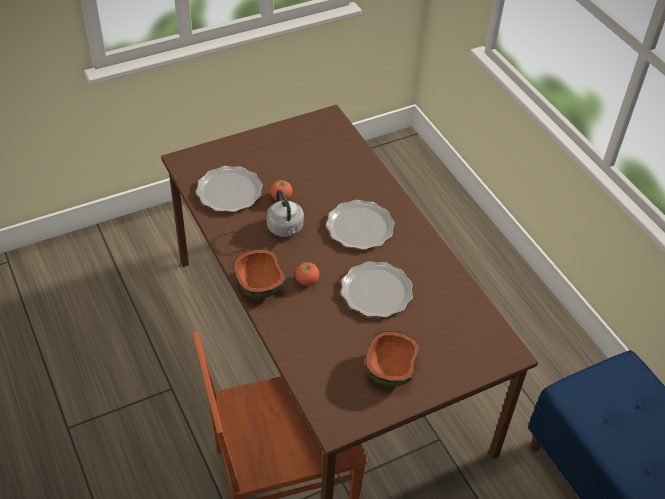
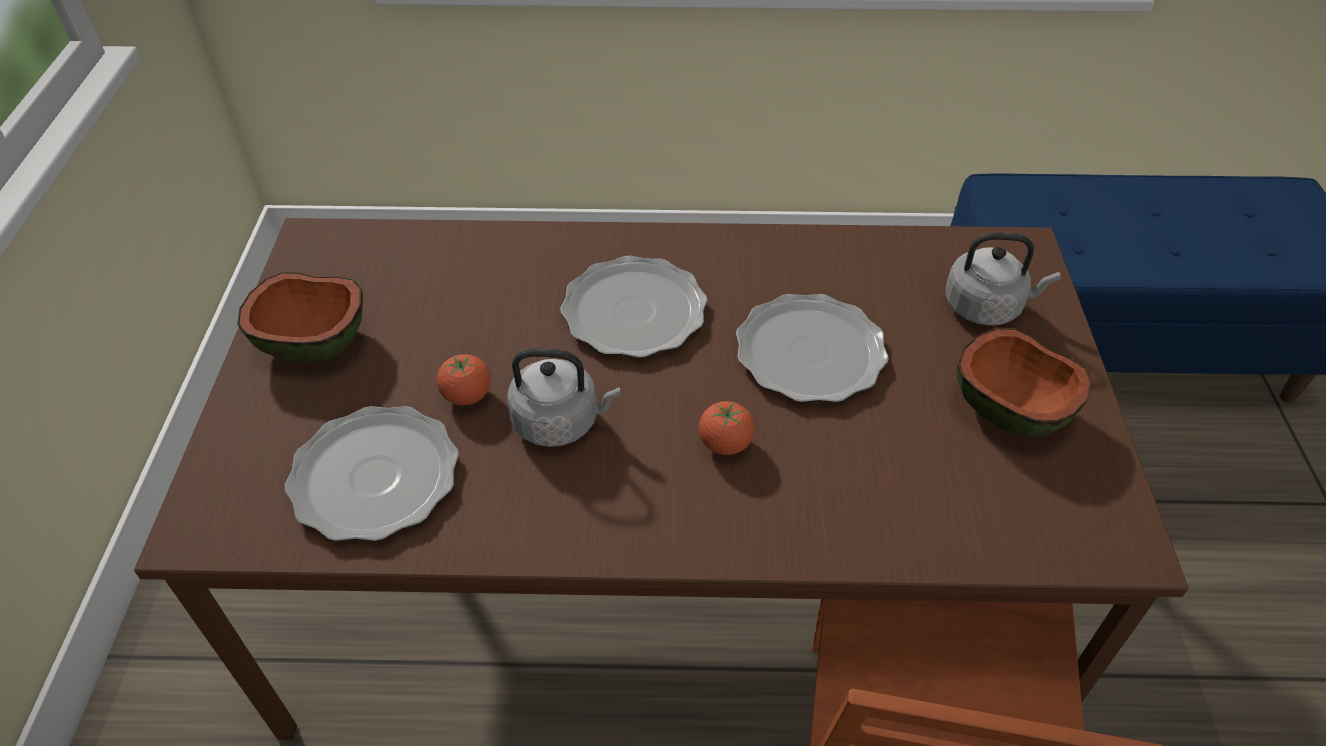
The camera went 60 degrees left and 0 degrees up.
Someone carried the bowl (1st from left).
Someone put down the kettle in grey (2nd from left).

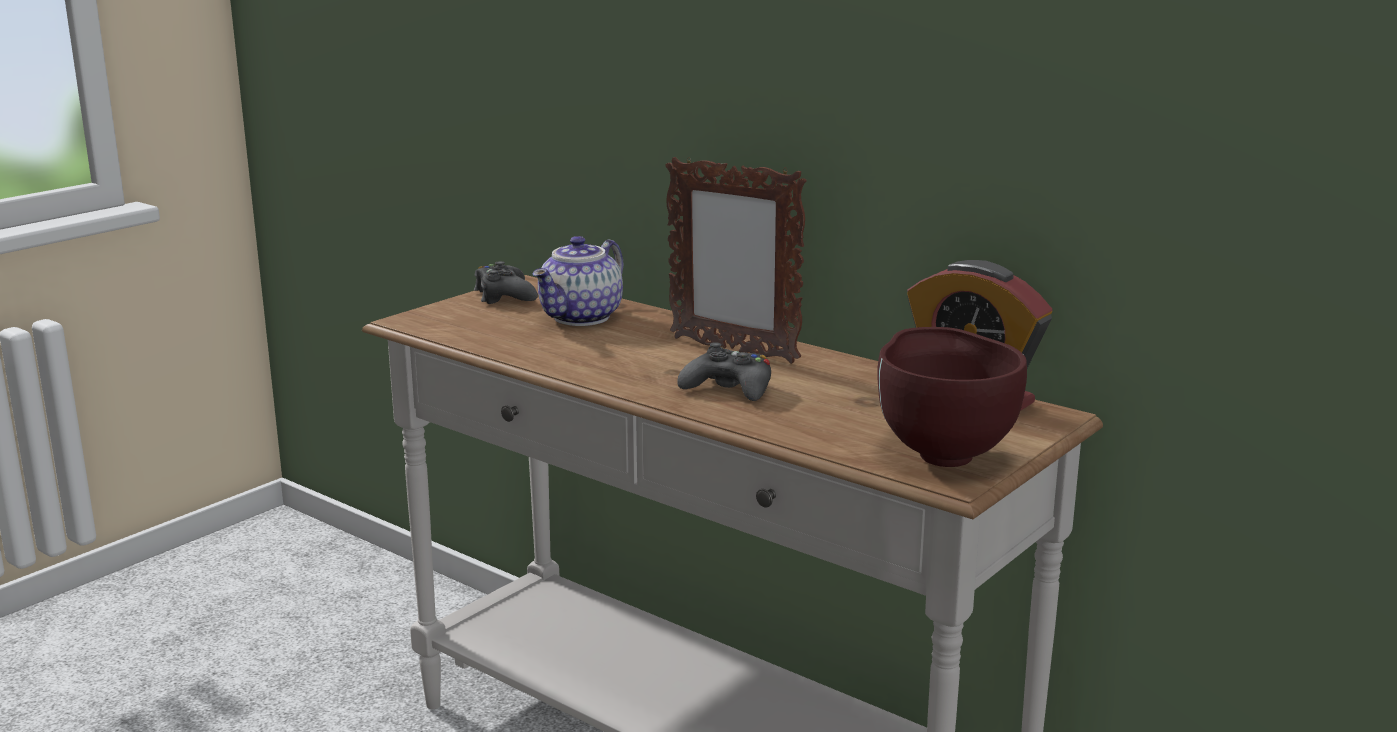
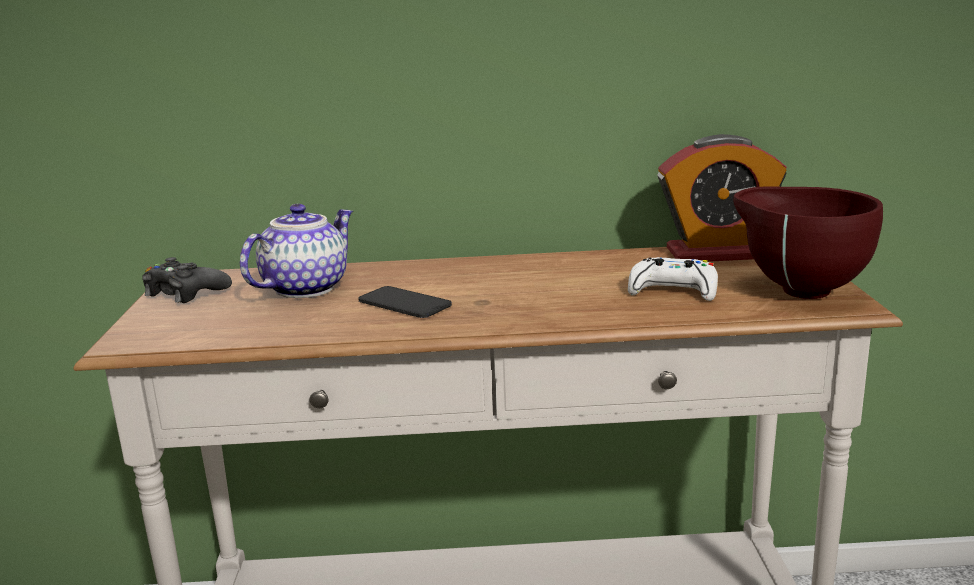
The camera went 40 degrees left and 0 degrees up.
Someone took away the photo frame.
Someone rotated the teapot by 135 degrees counterclockwise.
Someone took away the joypad in blackish (2nd from left).
Someone put down the joypad in whitish.
Someone put down the phone.

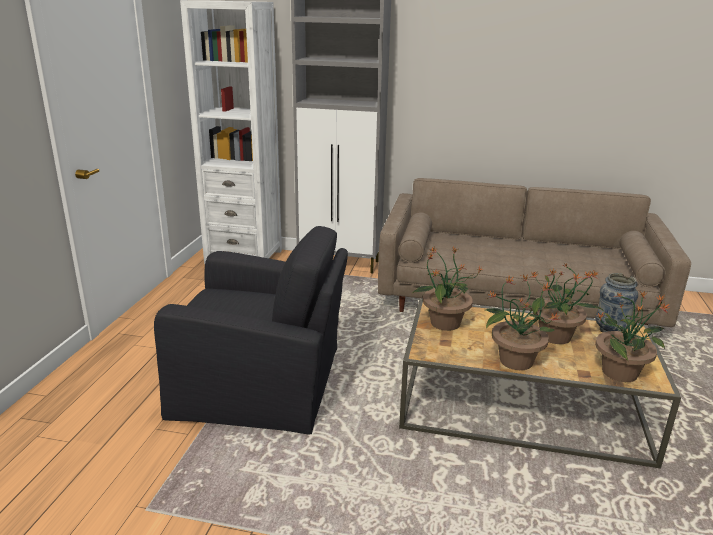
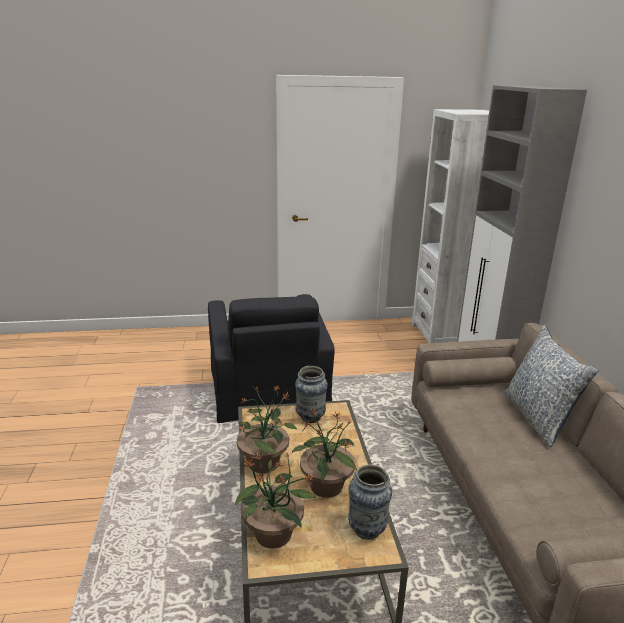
The camera went 70 degrees right and 0 degrees up.
Someone swapped the houseplant (1st from left) for the decorative vase (1st from left).
Someone put down the cushion.

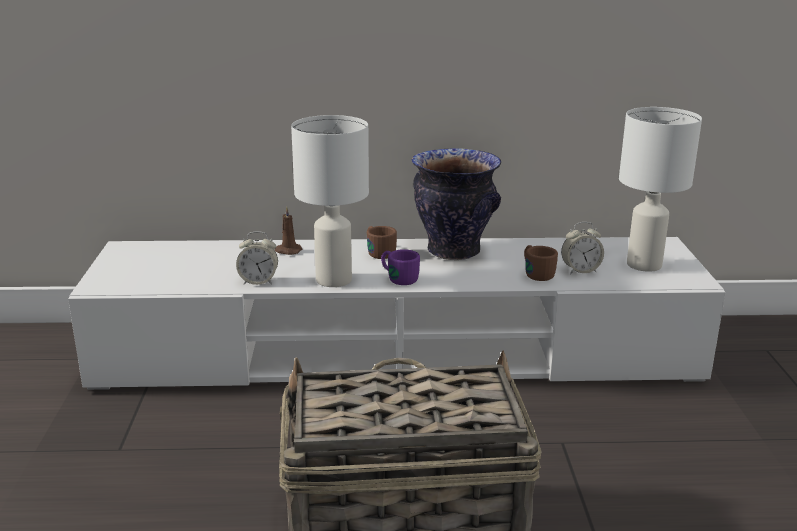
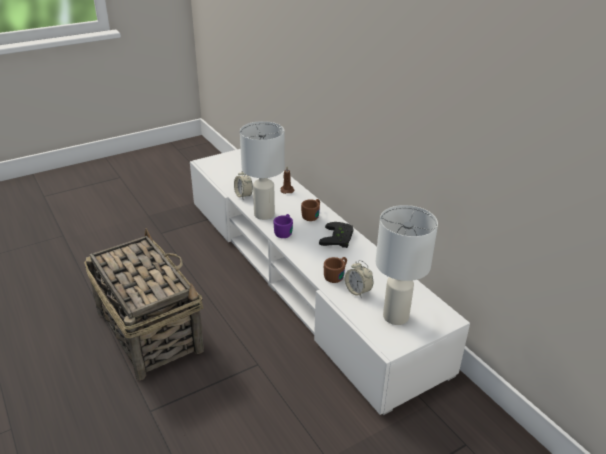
The camera went 60 degrees right and 10 degrees up.
Someone swapped the decorative vase for the joypad in blackish.

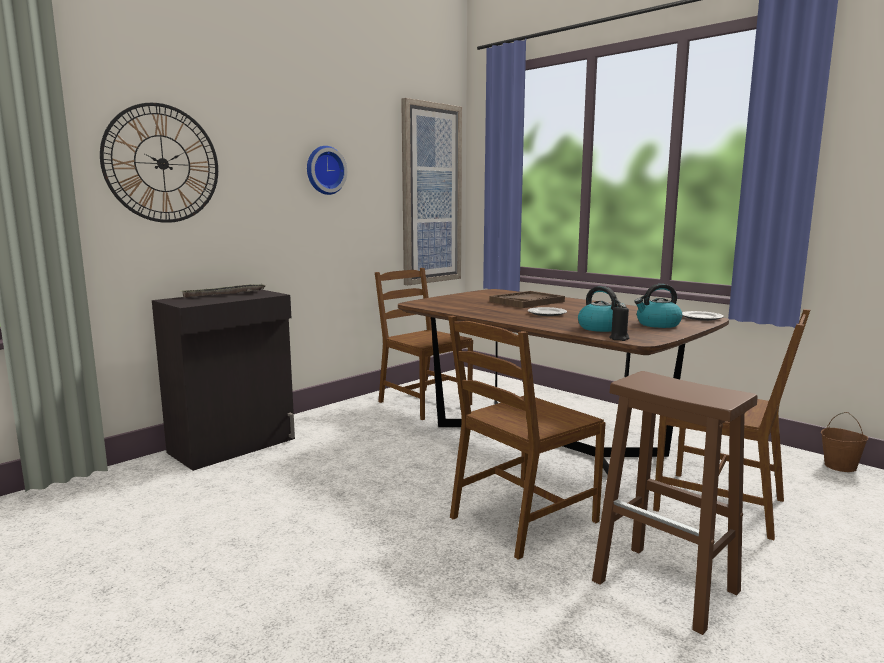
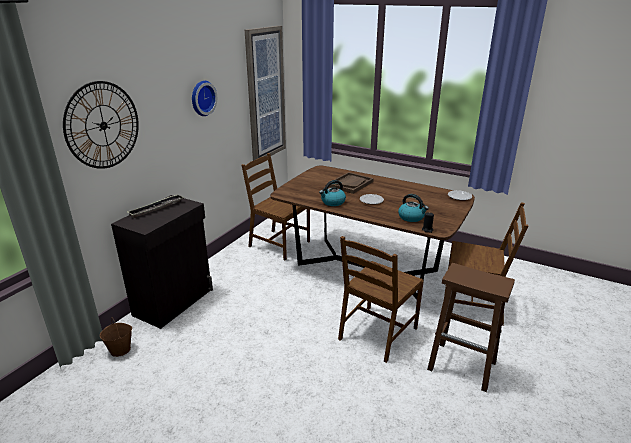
The camera went 15 degrees left and 15 degrees up.
Someone carried the kettle (2nd from left in the first image).
Someone carried the water bucket in brownish.

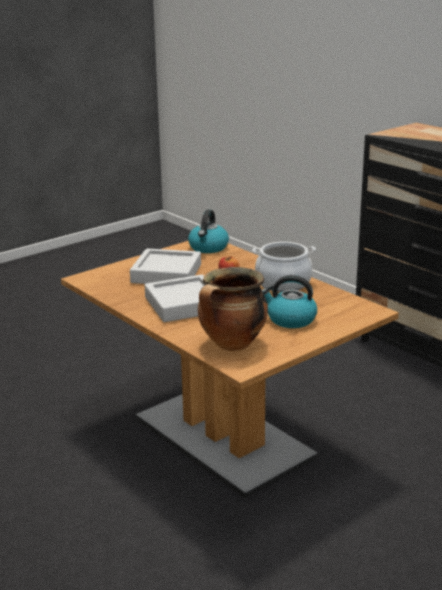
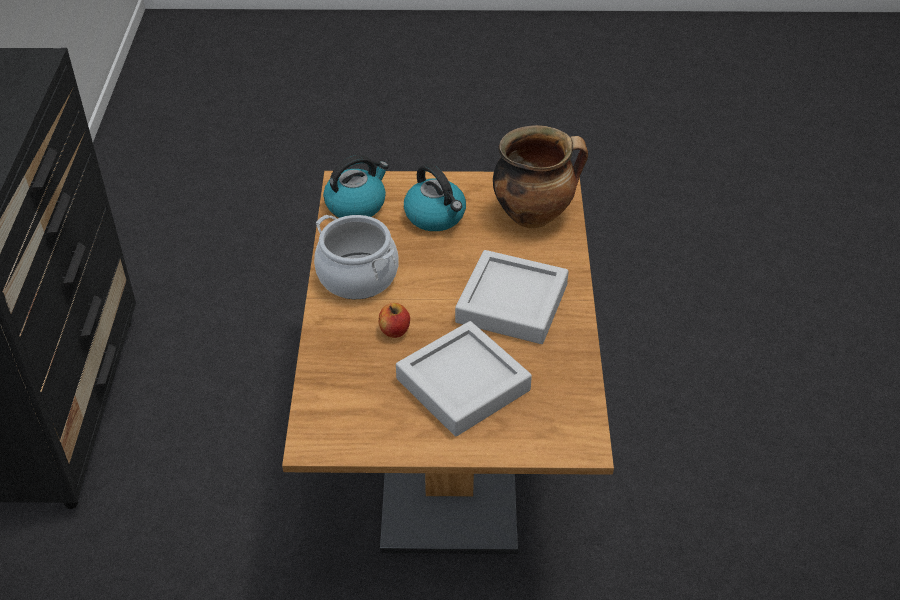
The camera went 140 degrees left and 20 degrees up.
Someone carried the kettle (1st from left).

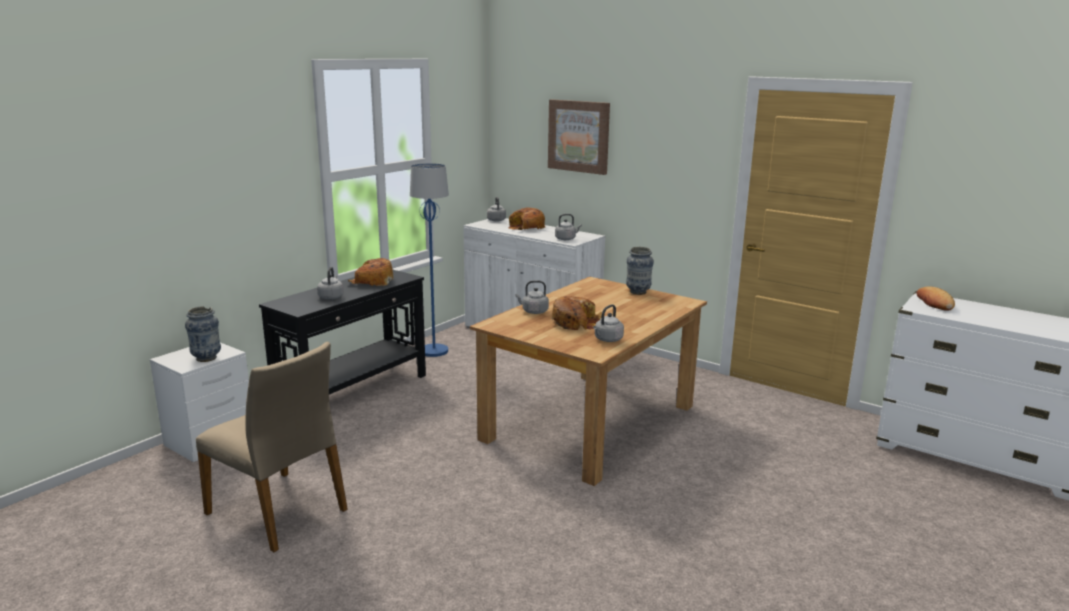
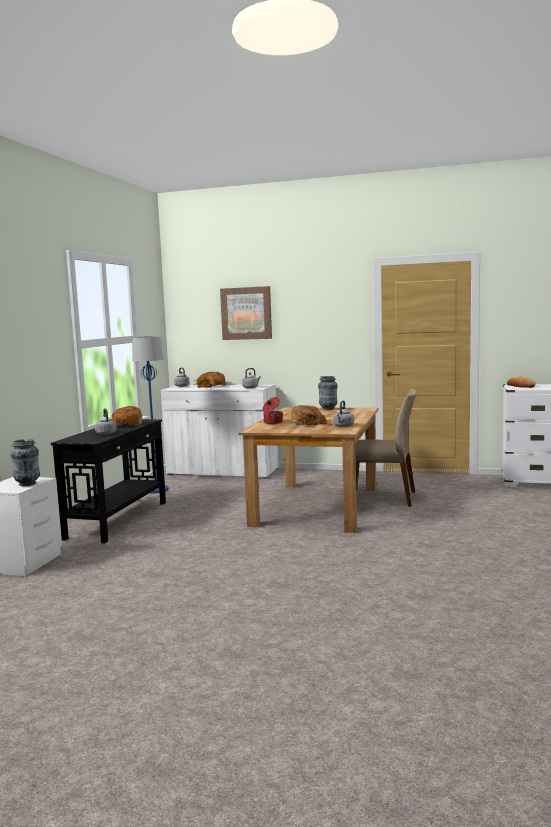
The camera went 20 degrees left and 10 degrees down.
Someone swapped the kettle in grey (3rd from left) for the saucepot.
Someone carried the plain chair in sand-coloured.

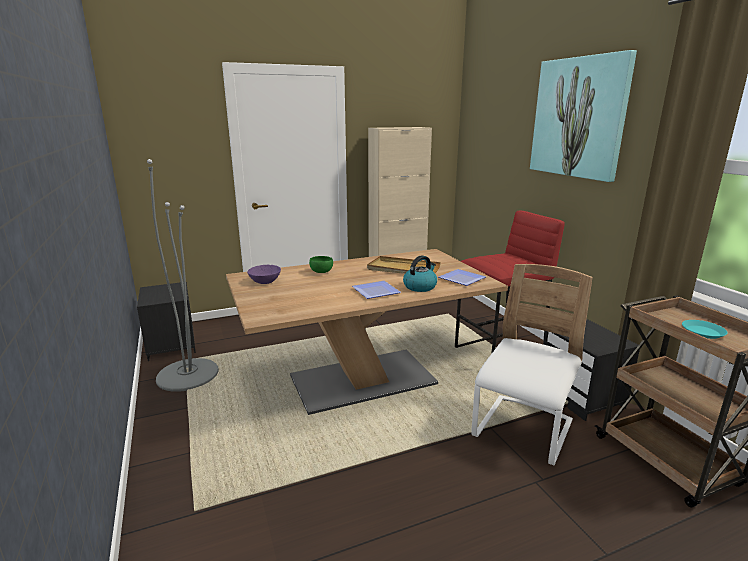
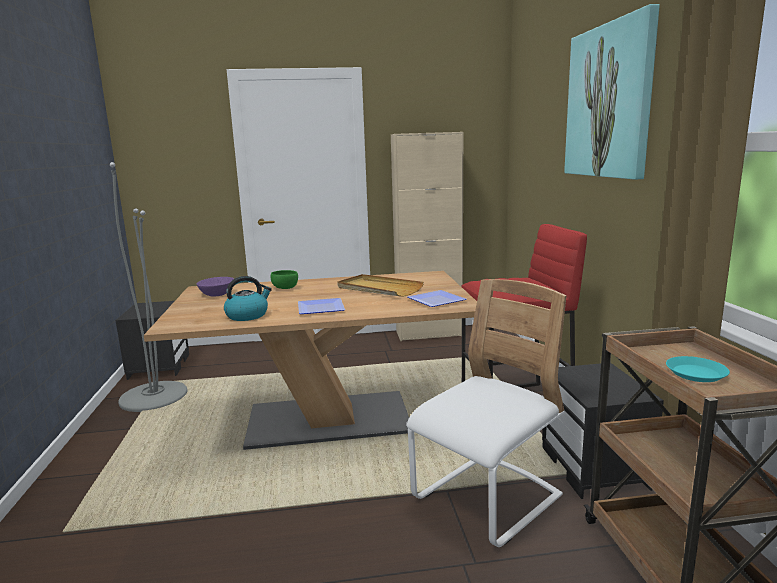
The camera went 15 degrees right and 5 degrees down.
Someone carried the kettle.

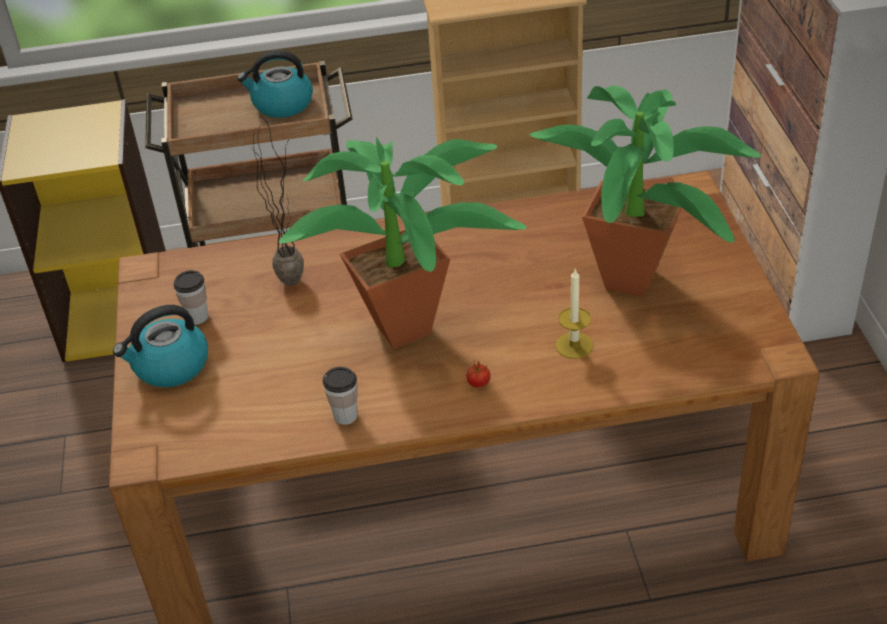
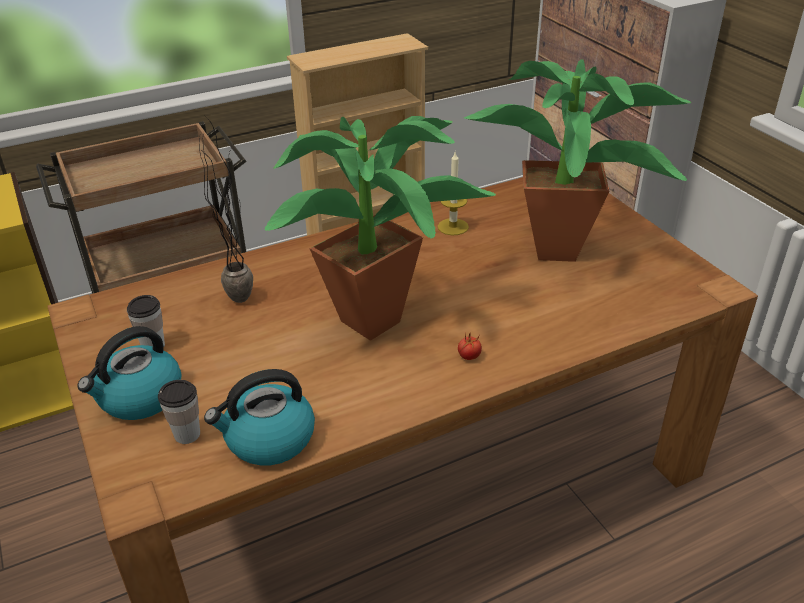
The camera went 20 degrees left and 5 degrees down.
Someone carried the kettle (2nd from left).
Someone carried the wax light.
Someone carried the small cup (2nd from left).

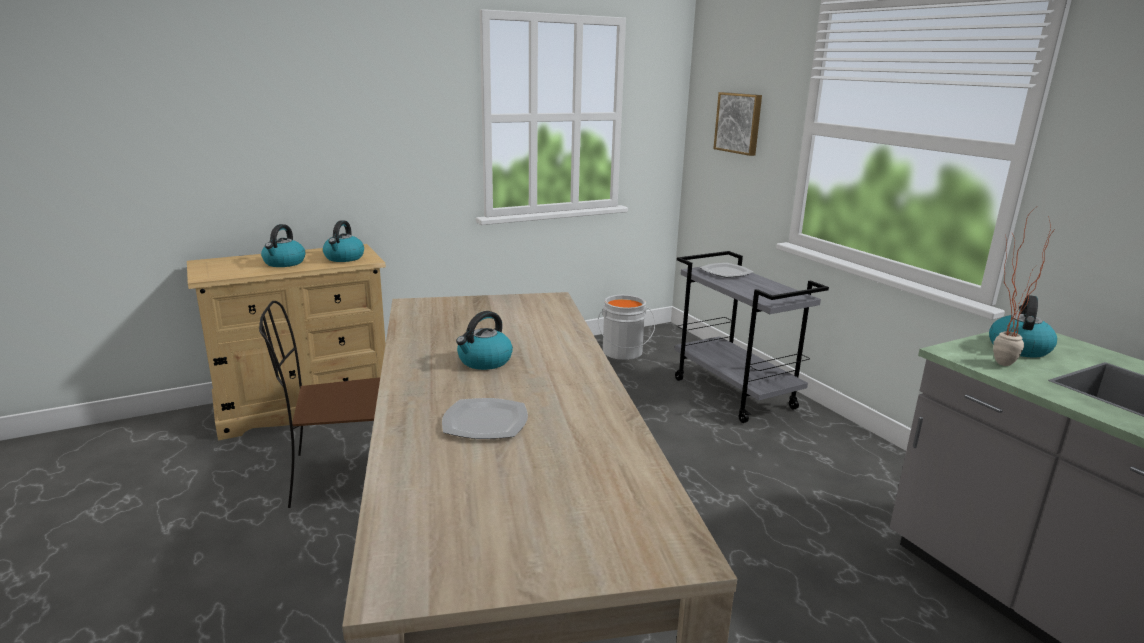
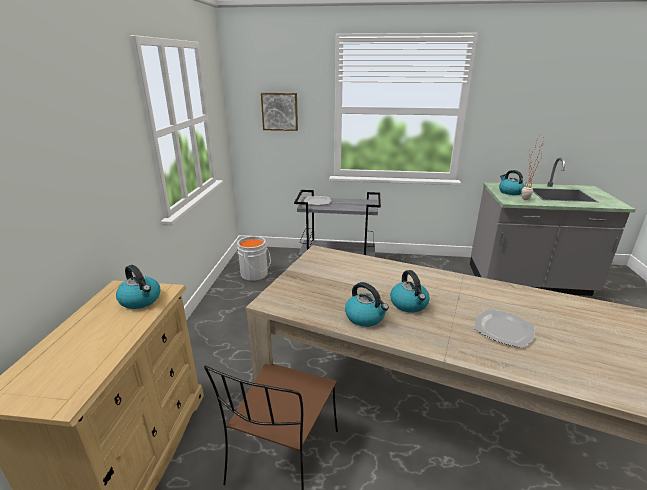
The camera went 55 degrees left and 5 degrees up.
Someone carried the kettle (1st from left in the first image).

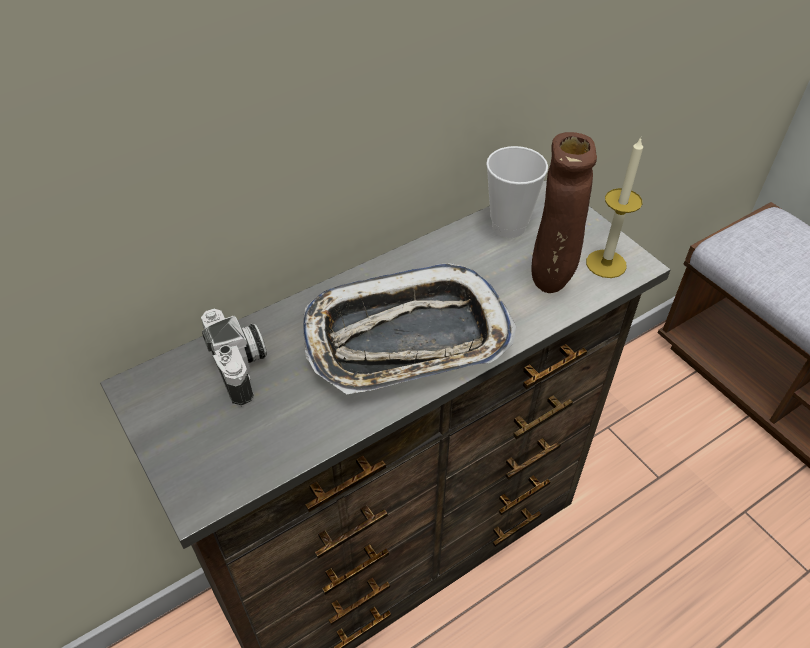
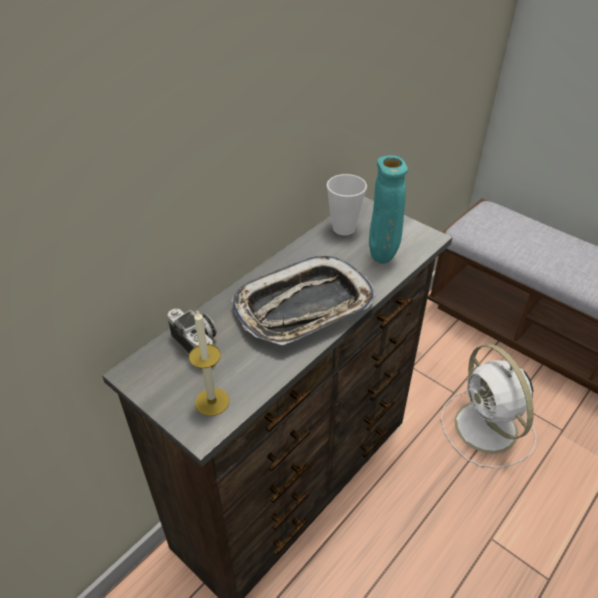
The camera went 15 degrees left and 5 degrees down.
Someone repainted the decorative vase in brownish, which became the decorative vase in turquoise-coloured.
Someone carried the wax light.
Someone put down the fan in whitish.

